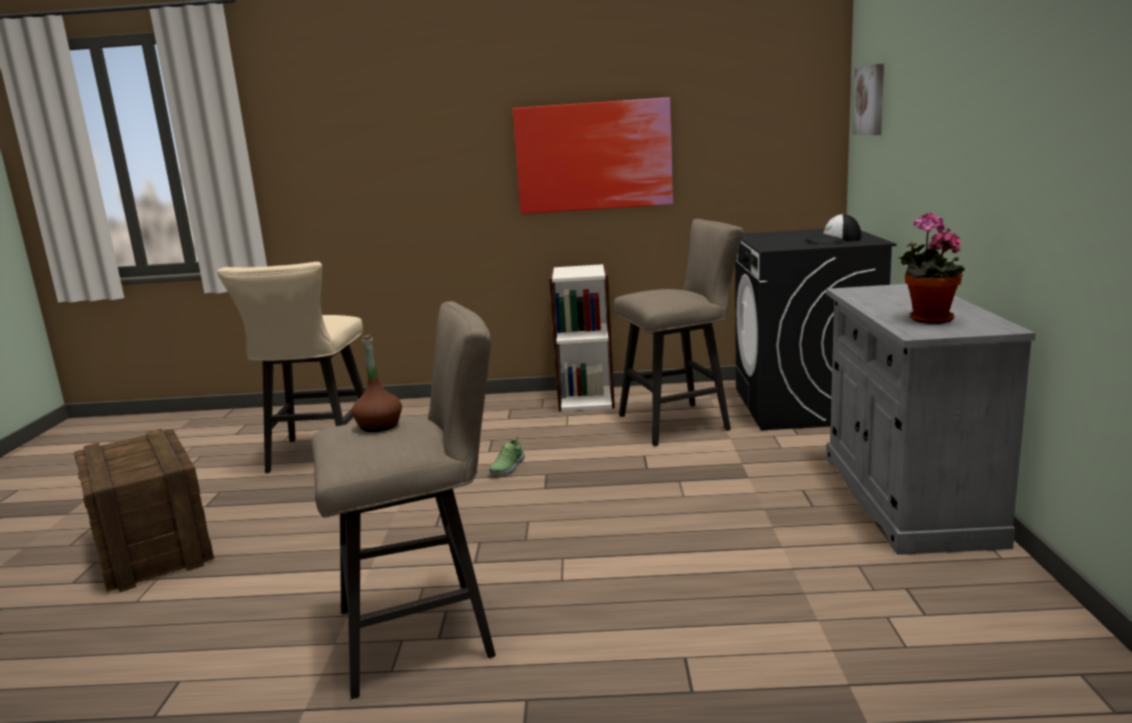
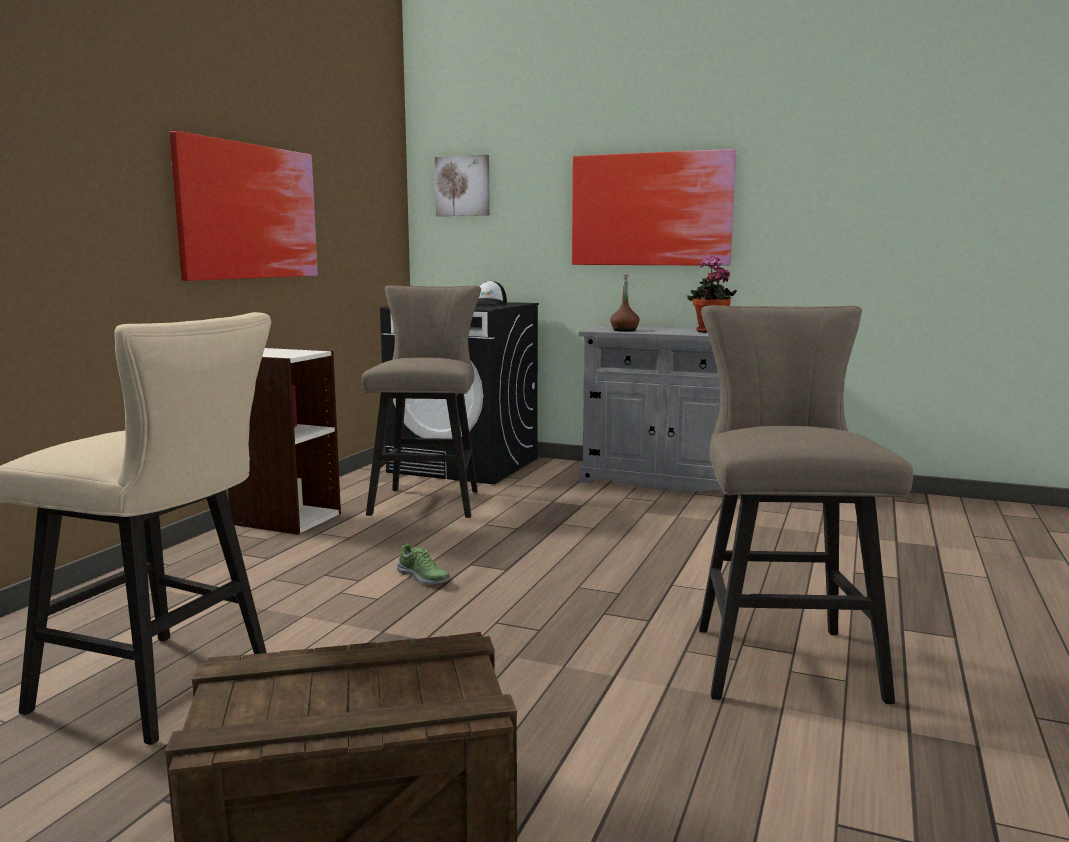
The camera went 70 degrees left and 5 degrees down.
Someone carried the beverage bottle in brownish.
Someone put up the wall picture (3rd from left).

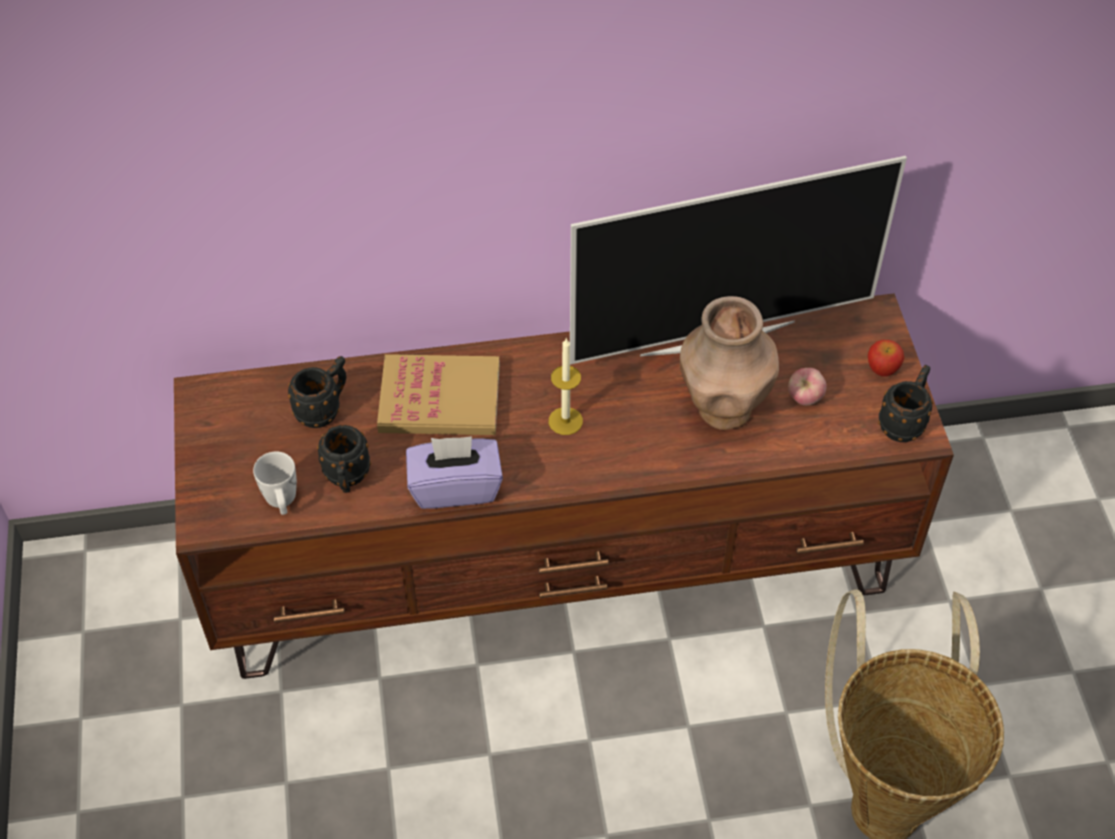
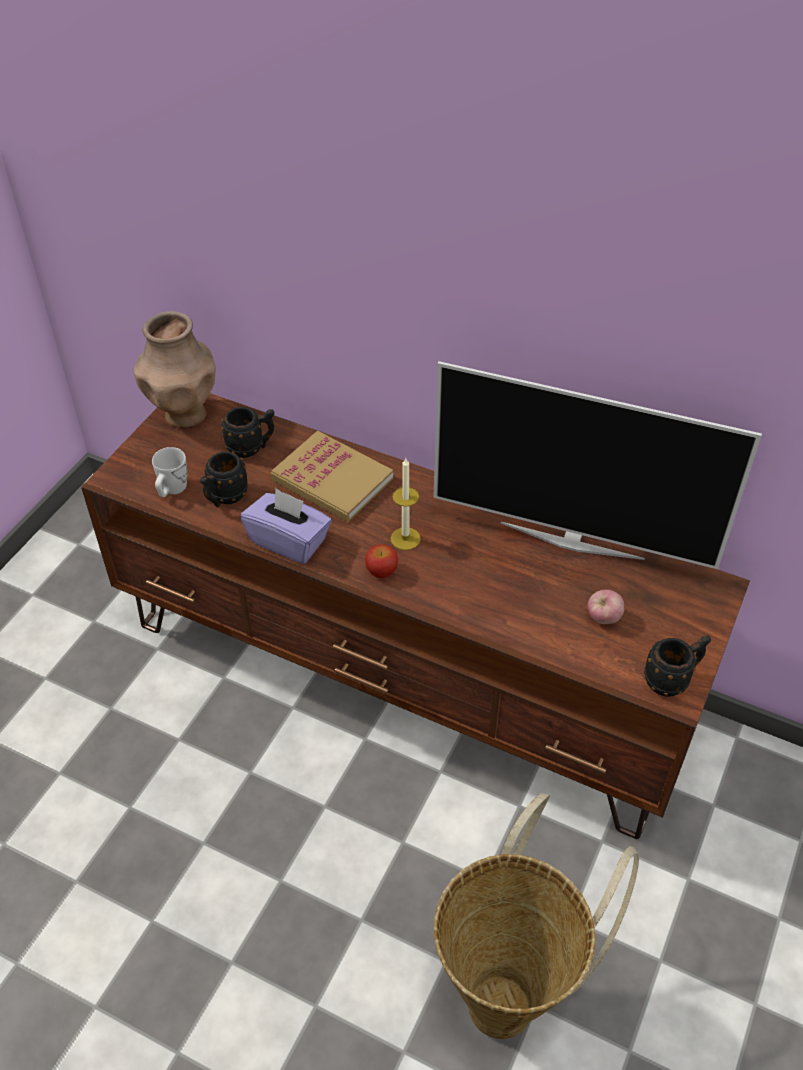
The camera went 35 degrees right and 5 degrees down.
Someone carried the decorative vase in brownish.
Someone carried the apple (2nd from left in the first image).

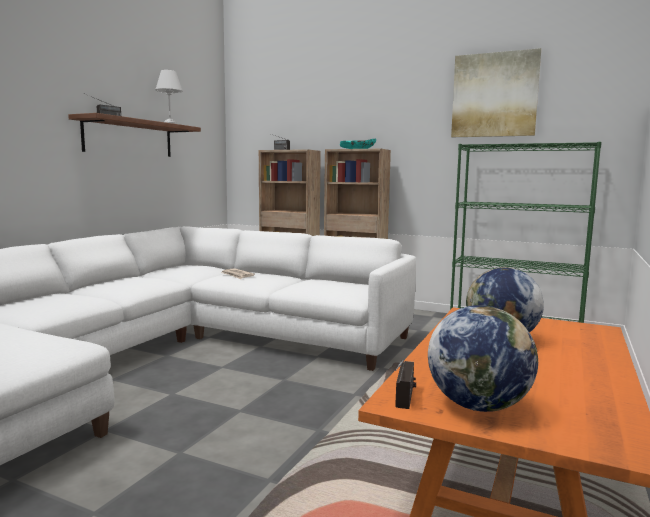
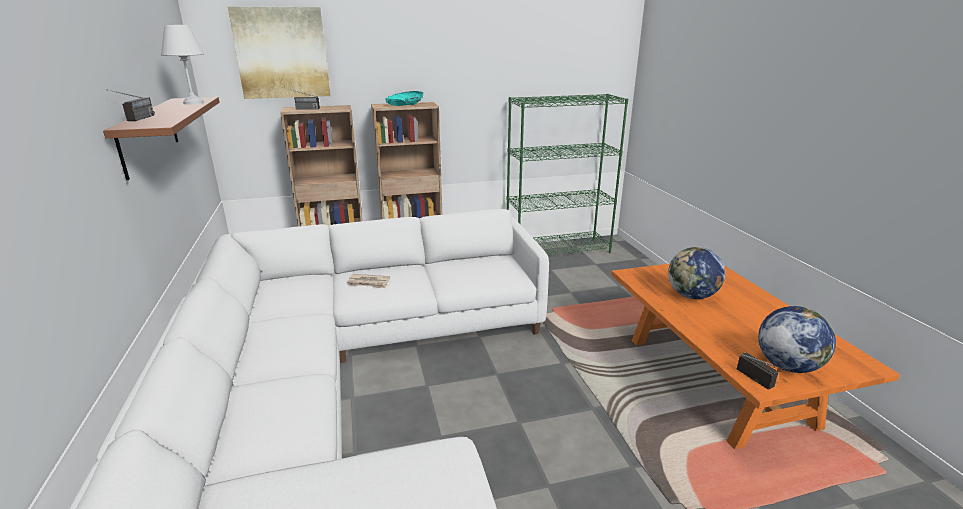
The camera went 40 degrees left and 15 degrees up.
Someone carried the wall picture.

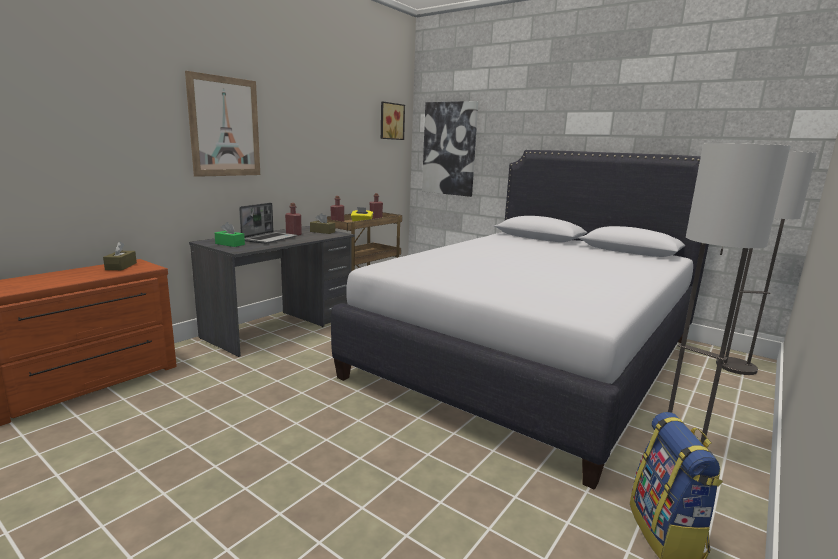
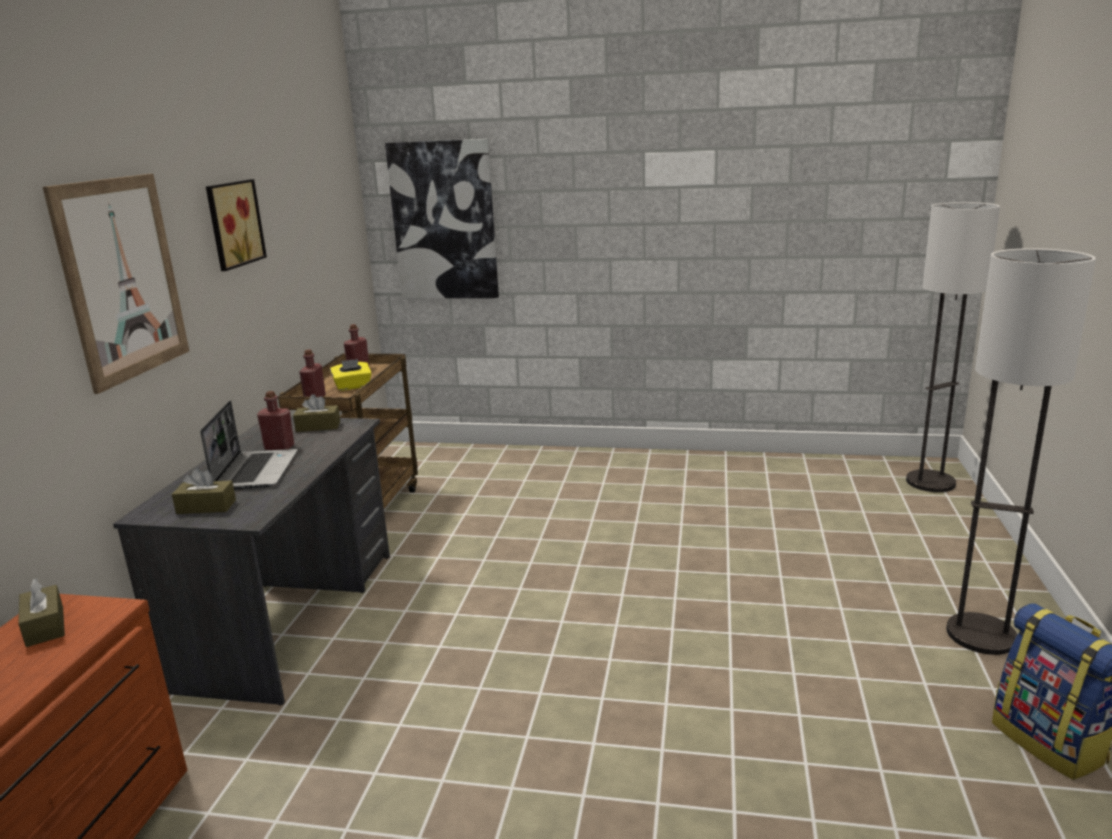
The camera went 25 degrees left and 5 degrees up.
Someone carried the wall picture (2nd from left).
Someone took away the sleeping bed in whitish.
Someone repainted the box of tissues in greenish, which became the box of tissues in brownish (2nd from left).

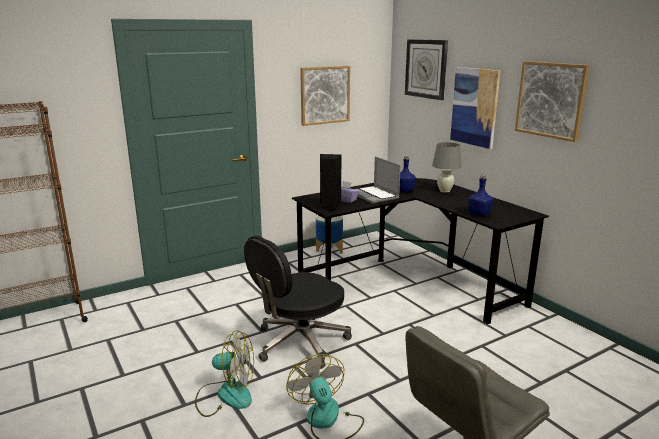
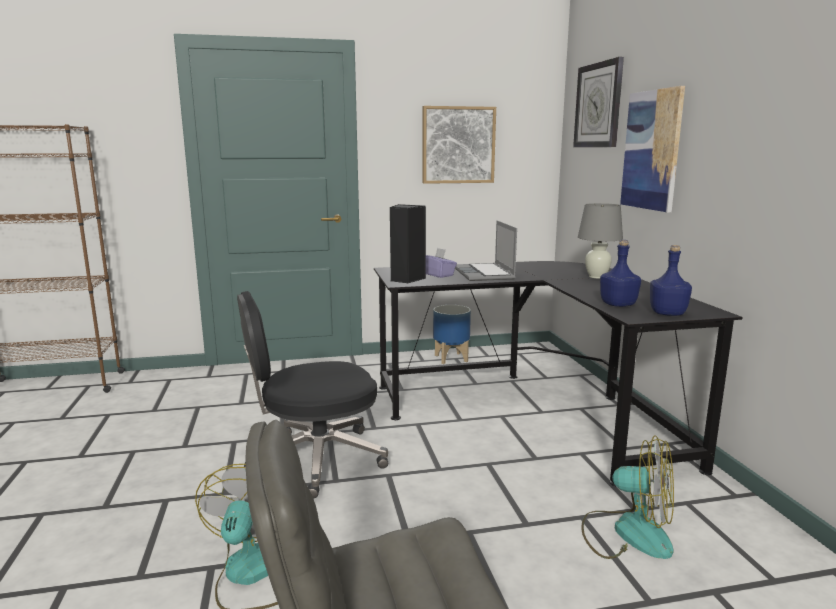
The camera went 20 degrees right and 5 degrees down.
Someone took away the wall picture (3rd from left).
Someone carried the beverage bottle in blue-coloured (1st from left in the first image).
Someone carried the fan (1st from left in the first image).

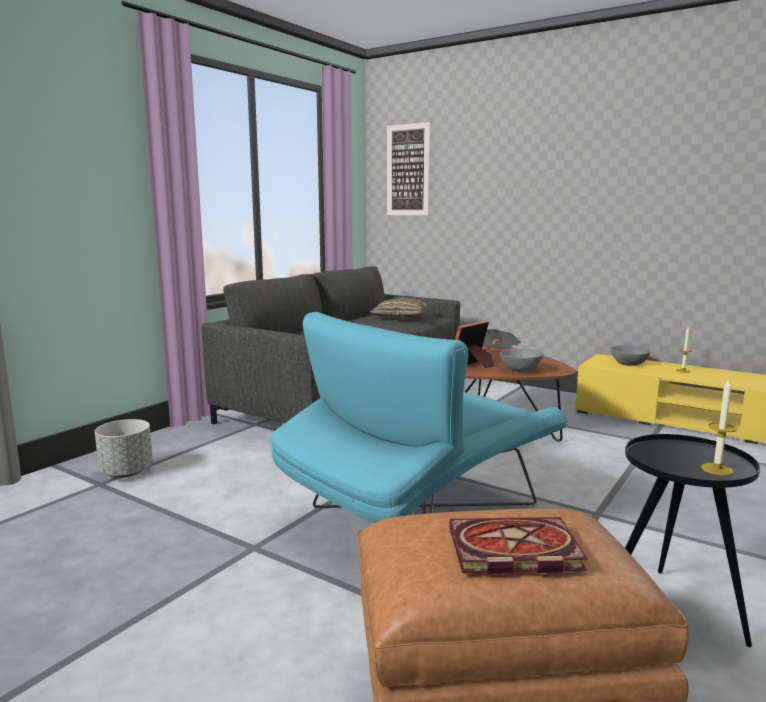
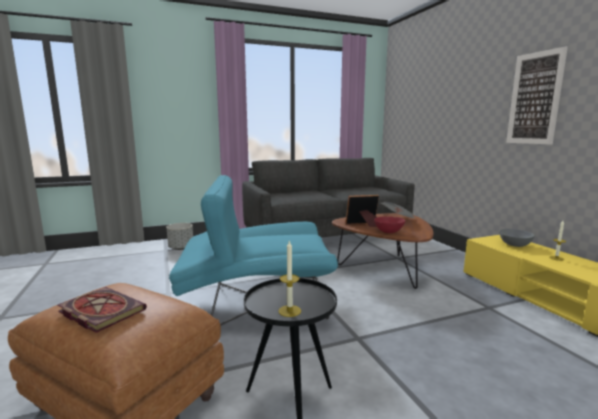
The camera went 35 degrees right and 0 degrees up.
Someone carried the wall picture.
Someone took away the cushion.
Someone repainted the bowl in grey (1st from left), which became the bowl in red.

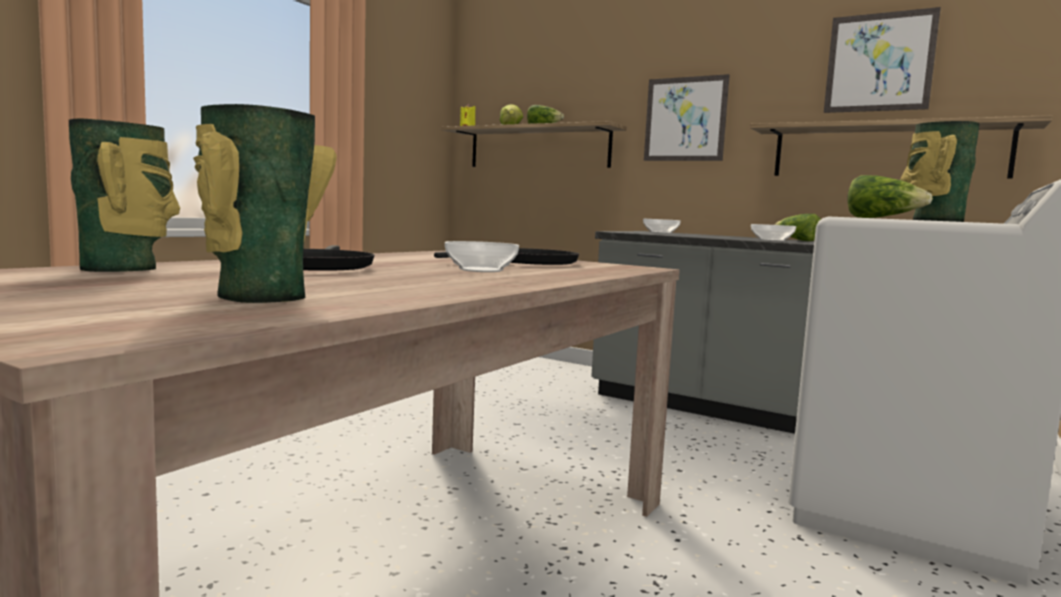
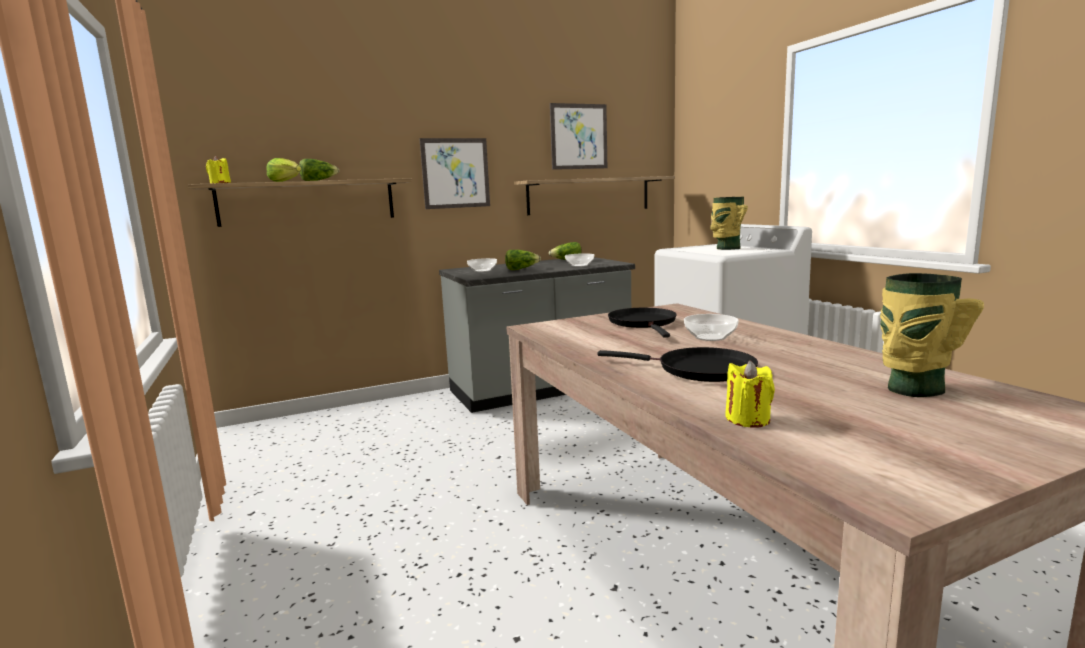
The camera went 55 degrees left and 5 degrees up.
Someone swapped the decorative vase (1st from left) for the wax light in yellow-coloured (2nd from left).
Someone carried the lettuce head (4th from left in the first image).

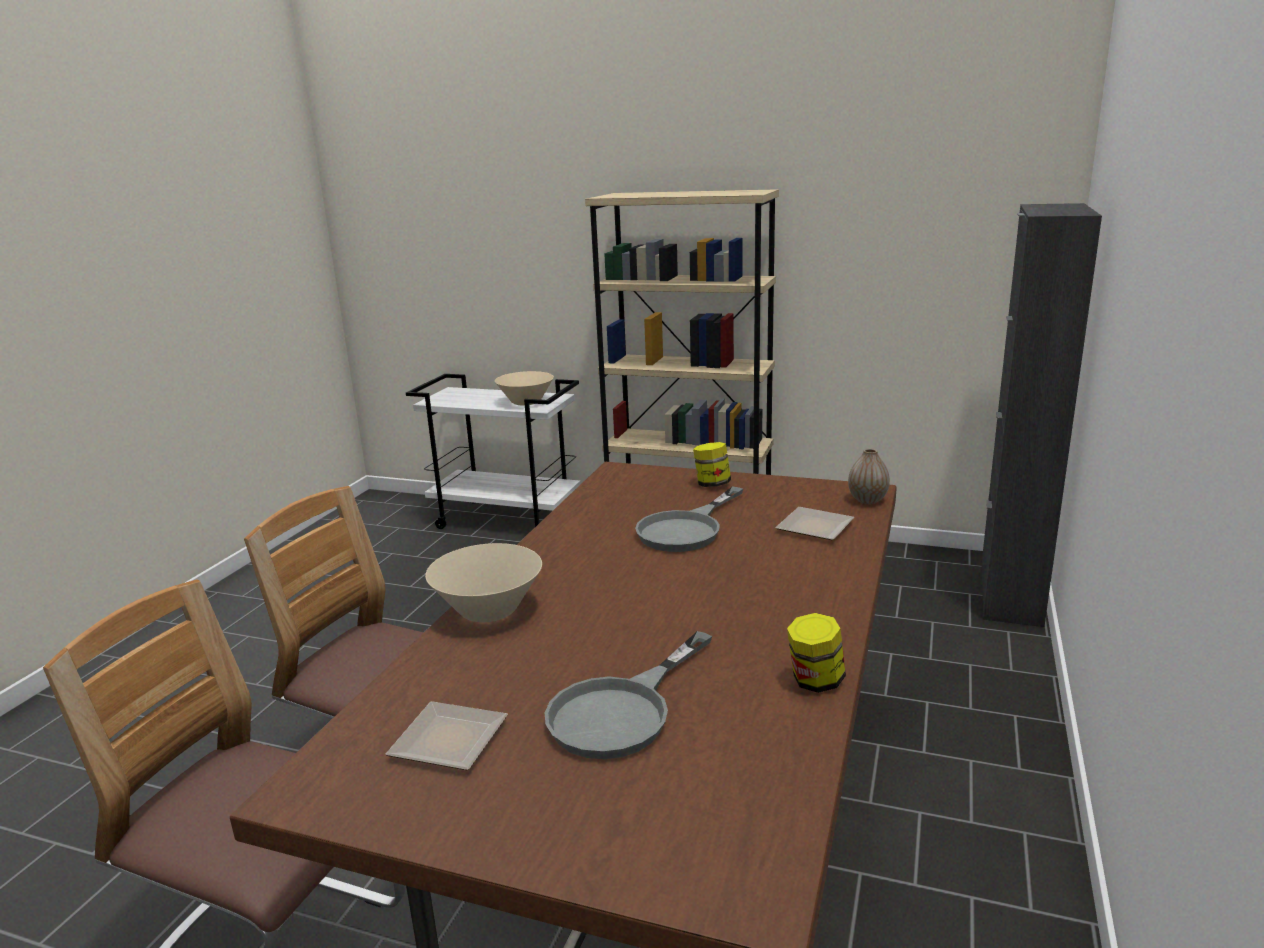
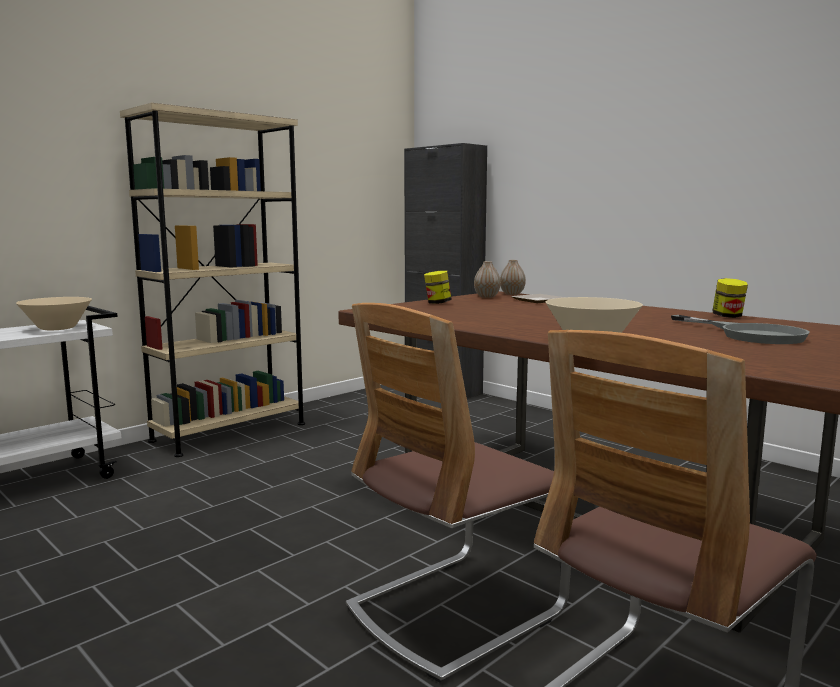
The camera went 65 degrees left and 10 degrees down.
Someone took away the frying pan in grey (2nd from left).
Someone took away the flat dish (1st from left).
Someone put down the decorative vase (1st from left).

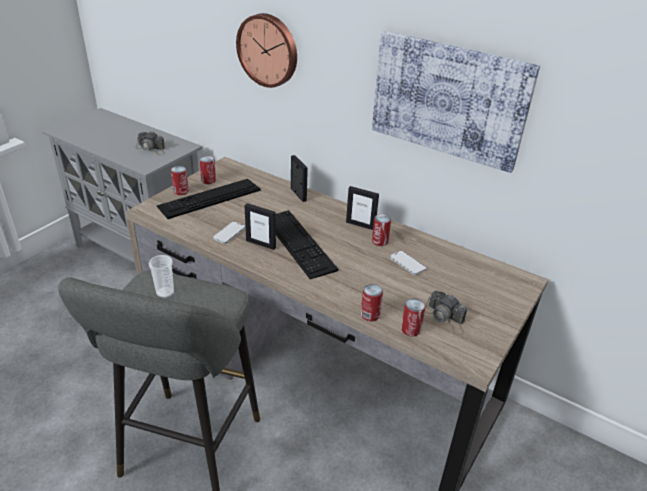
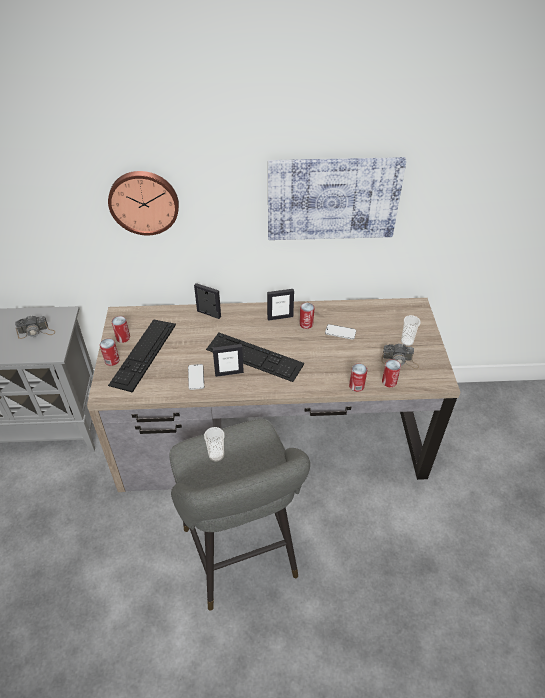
The camera went 35 degrees left and 10 degrees up.
Someone put down the small cup (2nd from left).

